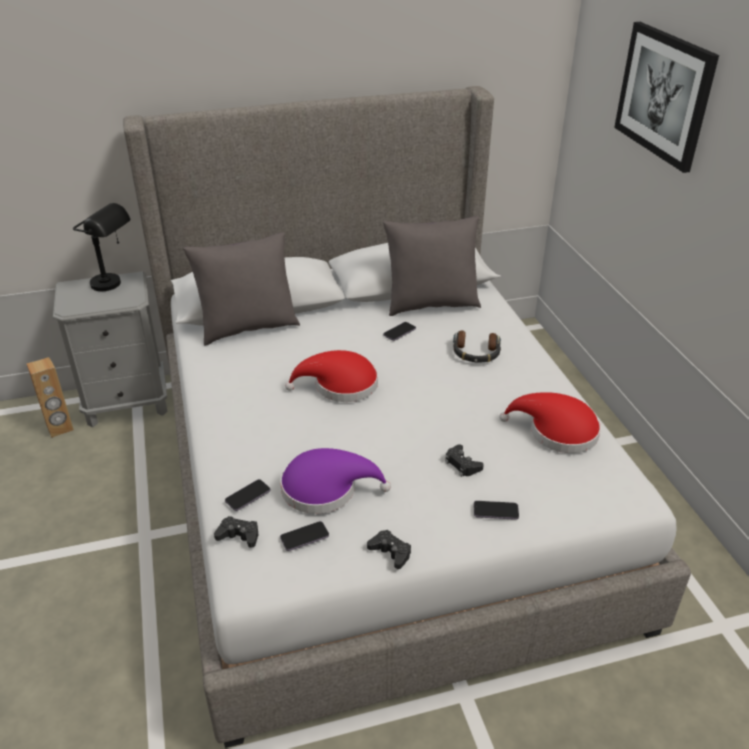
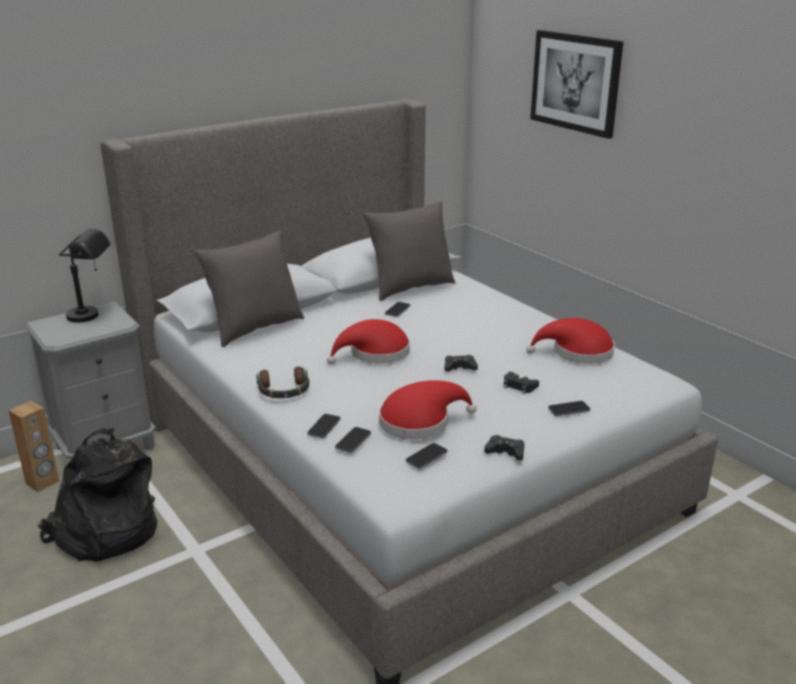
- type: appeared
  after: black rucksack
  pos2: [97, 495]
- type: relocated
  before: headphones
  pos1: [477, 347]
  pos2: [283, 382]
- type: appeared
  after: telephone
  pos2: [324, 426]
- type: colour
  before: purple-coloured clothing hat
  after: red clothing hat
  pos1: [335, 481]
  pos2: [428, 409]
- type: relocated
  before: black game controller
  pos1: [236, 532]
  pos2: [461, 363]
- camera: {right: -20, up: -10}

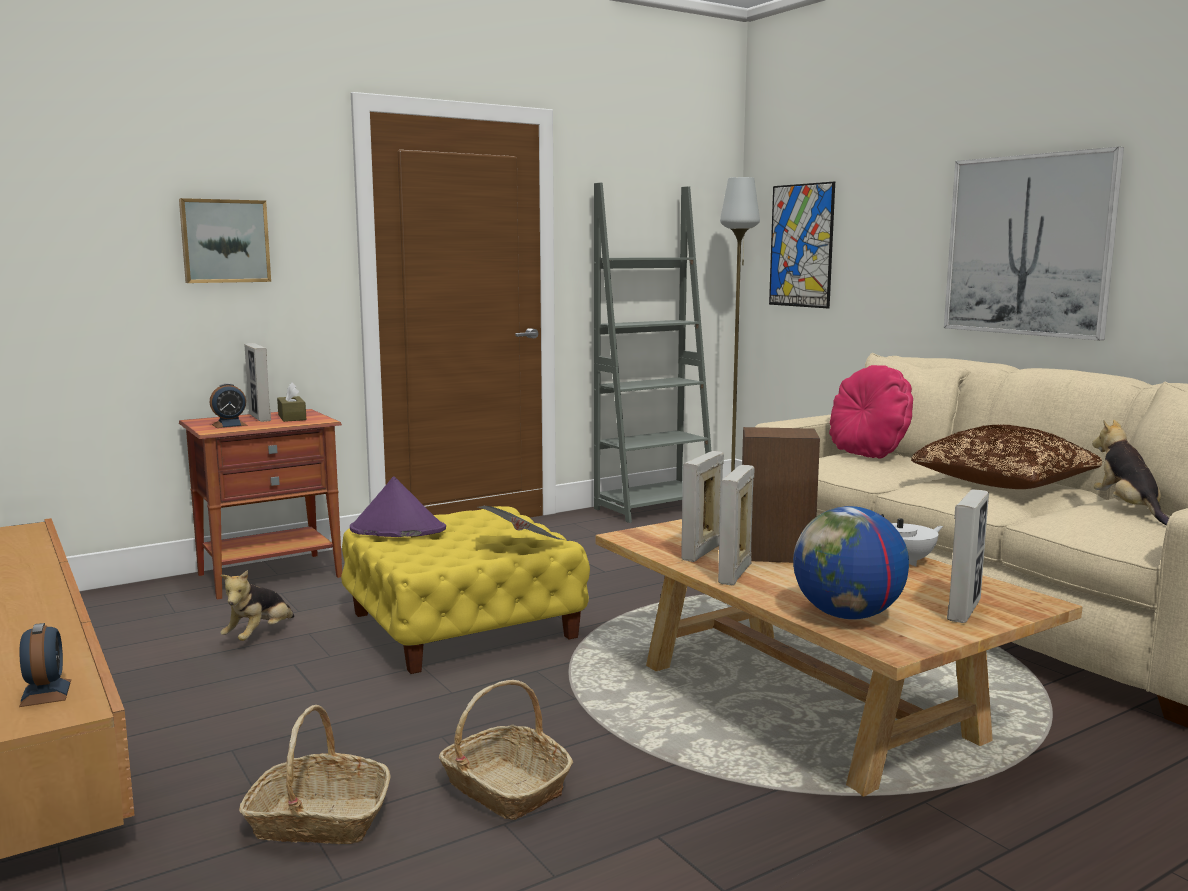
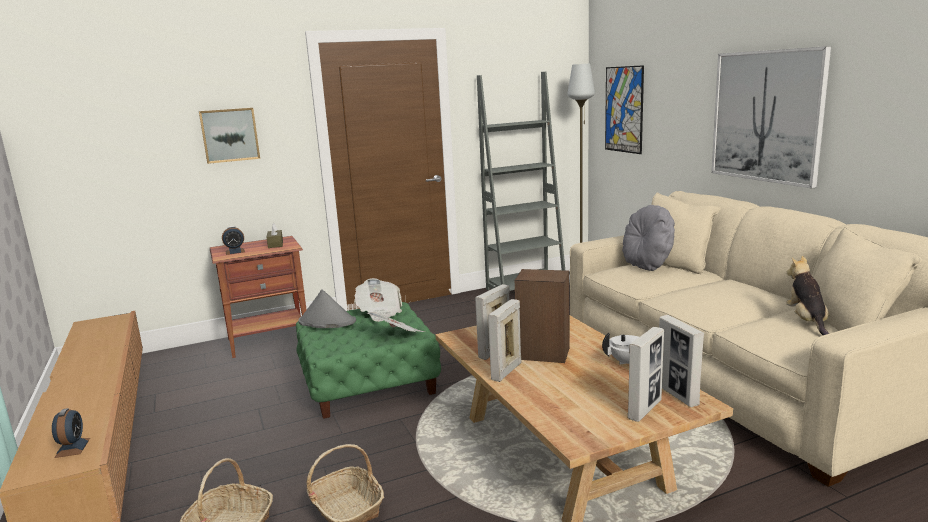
- type: colour
  before: yellowish pouffe
  after: green pouffe
  pos1: [465, 590]
  pos2: [368, 360]
- type: colour
  before: purple-coloured clothing hat
  after: gray clothing hat
  pos1: [398, 506]
  pos2: [327, 309]
- type: appeared
  after: daily paper
  pos2: [378, 300]
- type: colour
  before: pink throw pillow
  after: gray throw pillow
  pos1: [871, 412]
  pos2: [648, 238]
- type: relocated
  before: photo frame
  pos1: [258, 382]
  pos2: [681, 361]
- type: missing
  before: soft toy
  pos1: [257, 605]
- type: missing
  before: desk globe
  pos1: [851, 563]
- type: missing
  before: brownish throw pillow
  pos1: [1006, 457]
- camera: {right: 10, up: 5}

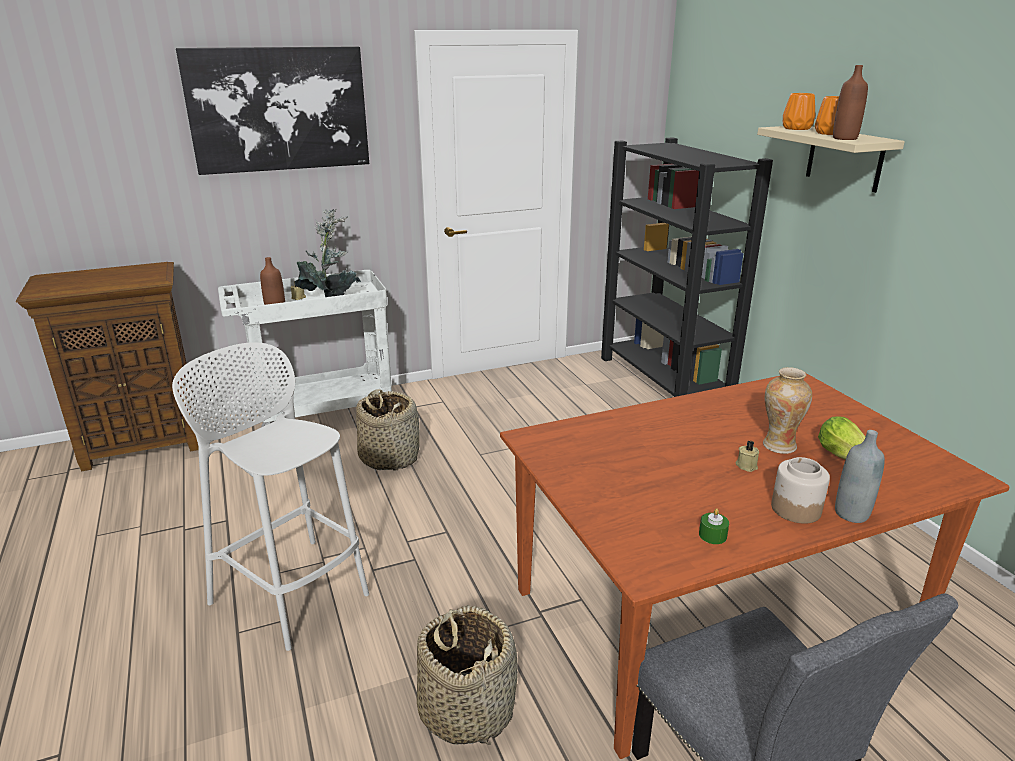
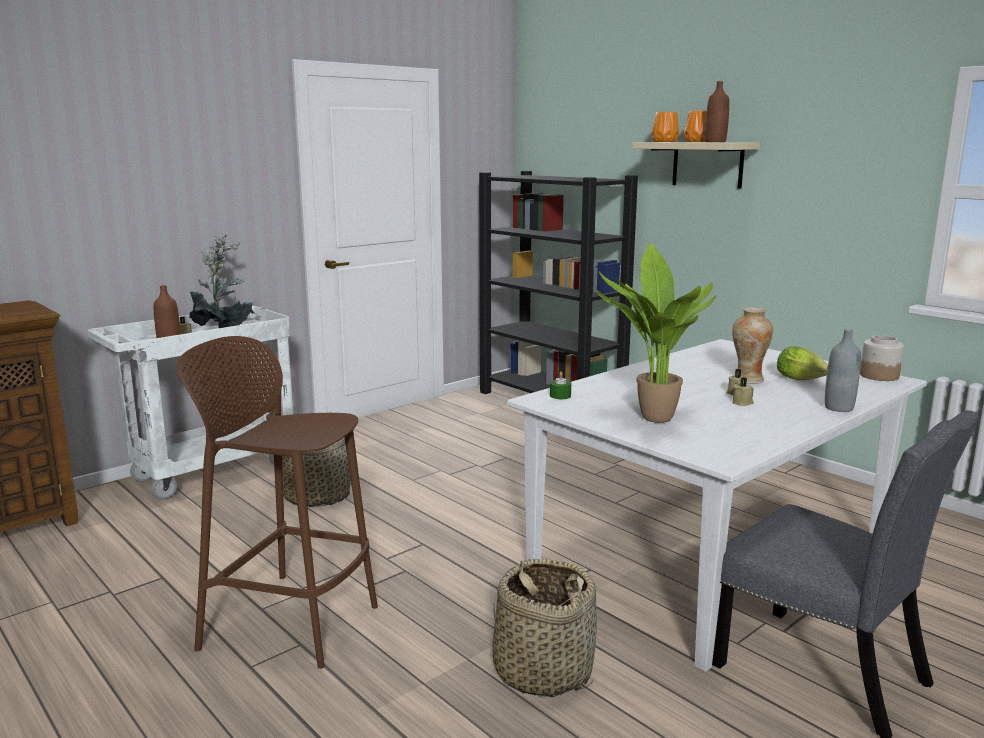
- type: colour
  before: whitish stool seat
  after: brownish stool seat
  pos1: [270, 496]
  pos2: [277, 502]
- type: colour
  before: brownish dining table
  after: whitish dining table
  pos1: [755, 566]
  pos2: [717, 505]
- type: relocated
  before: green wax light
  pos1: [714, 526]
  pos2: [560, 385]
- type: appeared
  after: houseplant
  pos2: [656, 333]
- type: appeared
  after: beige-coloured wax light
  pos2: [743, 391]
- type: relocated
  before: storage jar
  pos1: [800, 490]
  pos2: [882, 358]
- type: missing
  before: picture
  pos1: [272, 110]
- camera: {right: -20, up: -10}

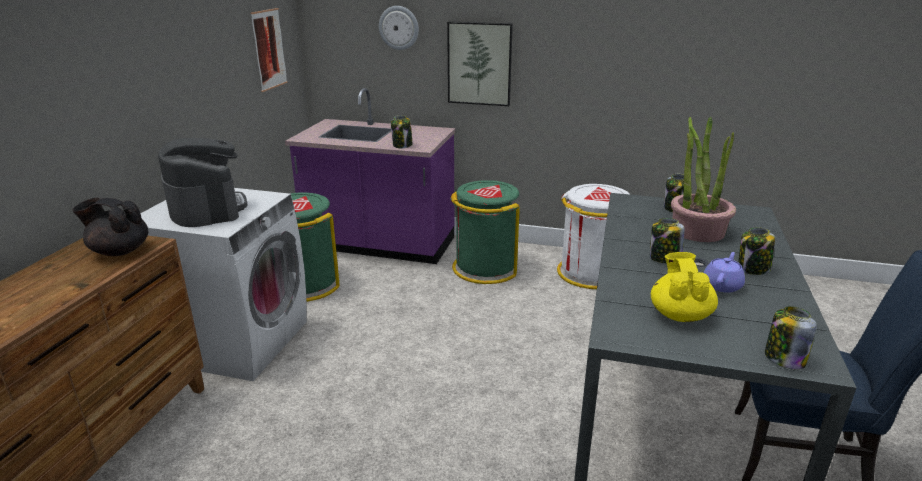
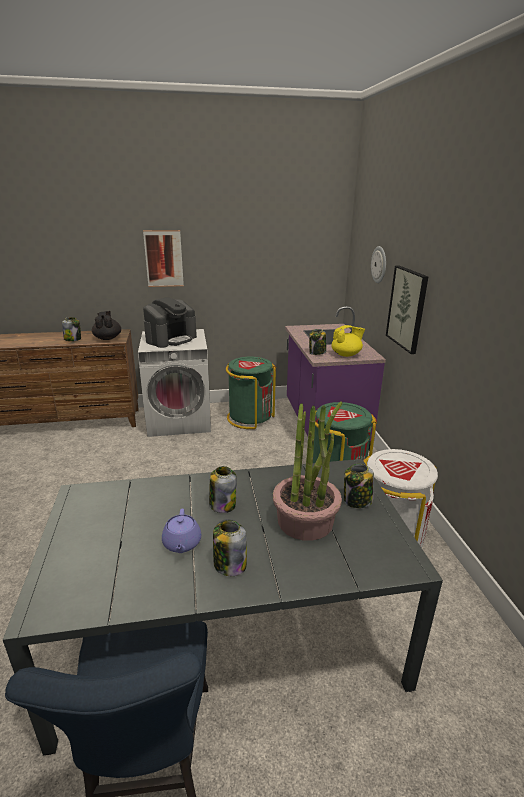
- type: relocated
  before: storage jar
  pos1: [791, 337]
  pos2: [71, 329]
- type: relocated
  before: picture
  pos1: [269, 50]
  pos2: [163, 258]
- type: spun
  before: purple-coloured teapot
  pos1: [724, 272]
  pos2: [181, 531]
  turn: 75
- type: relocated
  before: yellowish teapot
  pos1: [684, 287]
  pos2: [348, 341]
- camera: {right: 65, up: 0}

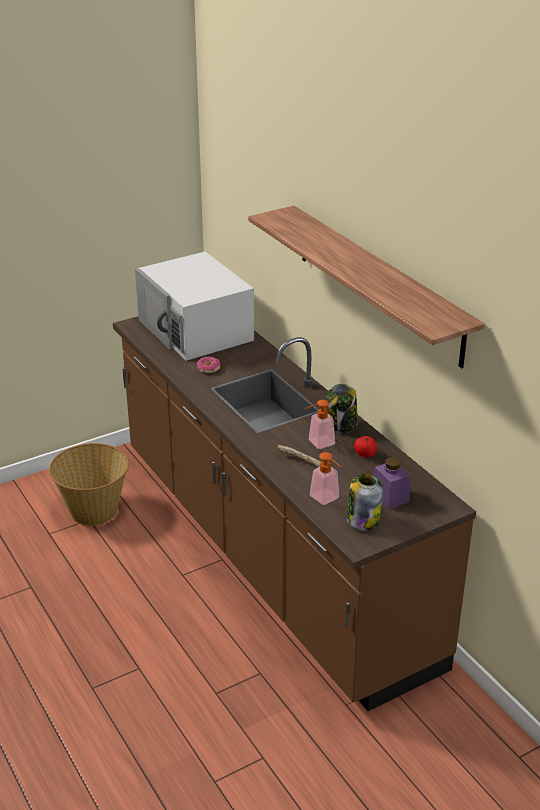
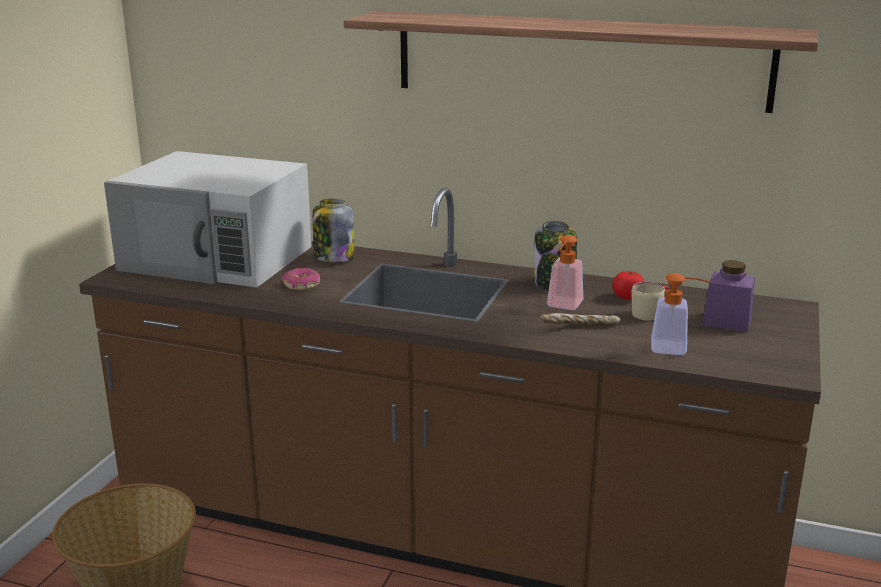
- type: relocated
  before: storage jar
  pos1: [364, 502]
  pos2: [333, 230]
- type: appeared
  after: beige-coloured tea mug
  pos2: [650, 301]
- camera: {right: -40, up: -10}

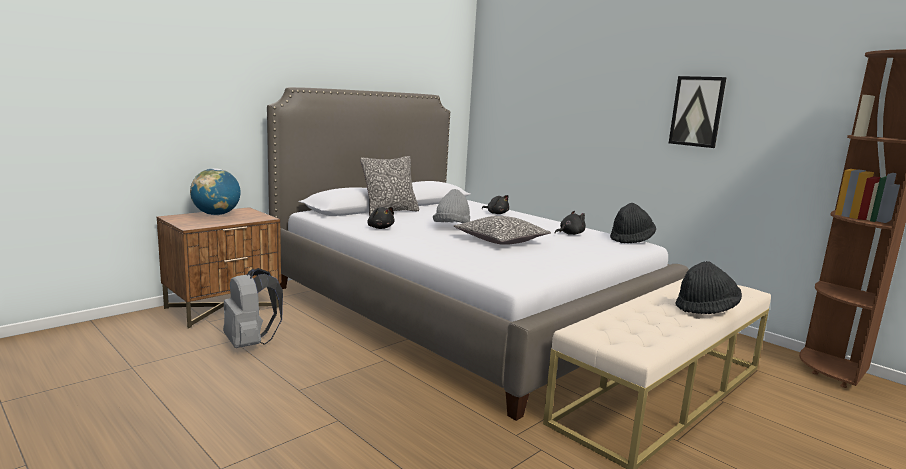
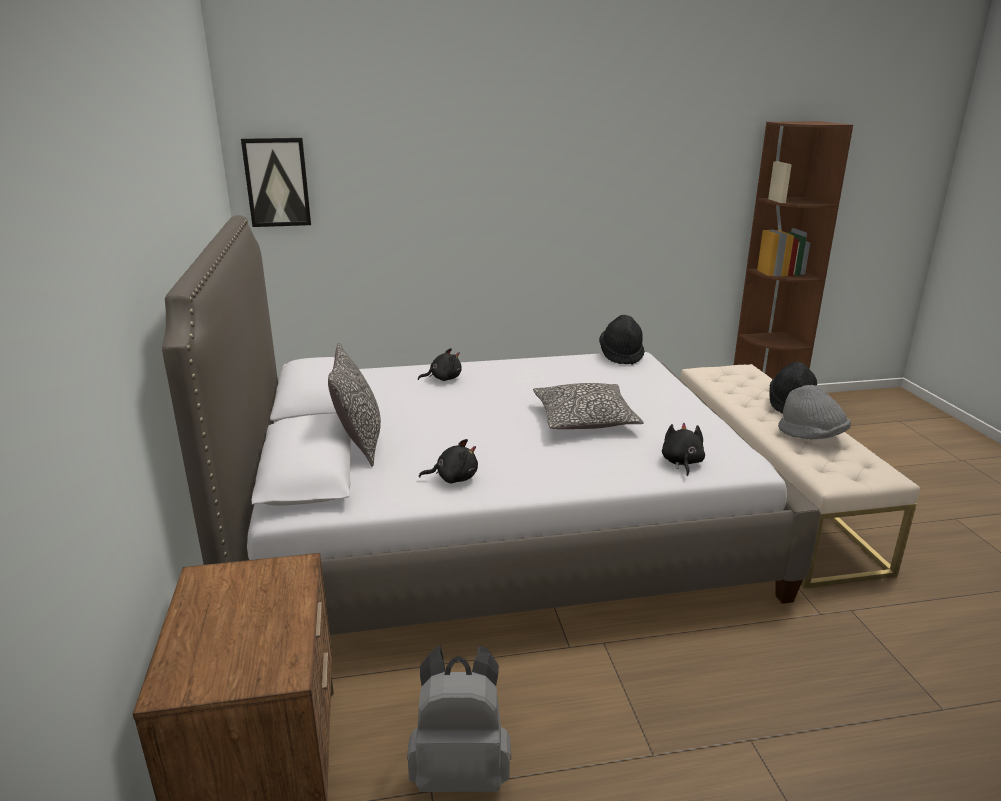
- type: relocated
  before: picture
  pos1: [698, 112]
  pos2: [276, 182]
- type: relocated
  before: black soft toy
  pos1: [570, 223]
  pos2: [683, 449]
- type: relocated
  before: gray clothing hat
  pos1: [451, 206]
  pos2: [814, 412]
- type: missing
  before: desk globe
  pos1: [215, 191]
- camera: {right: -55, up: 10}

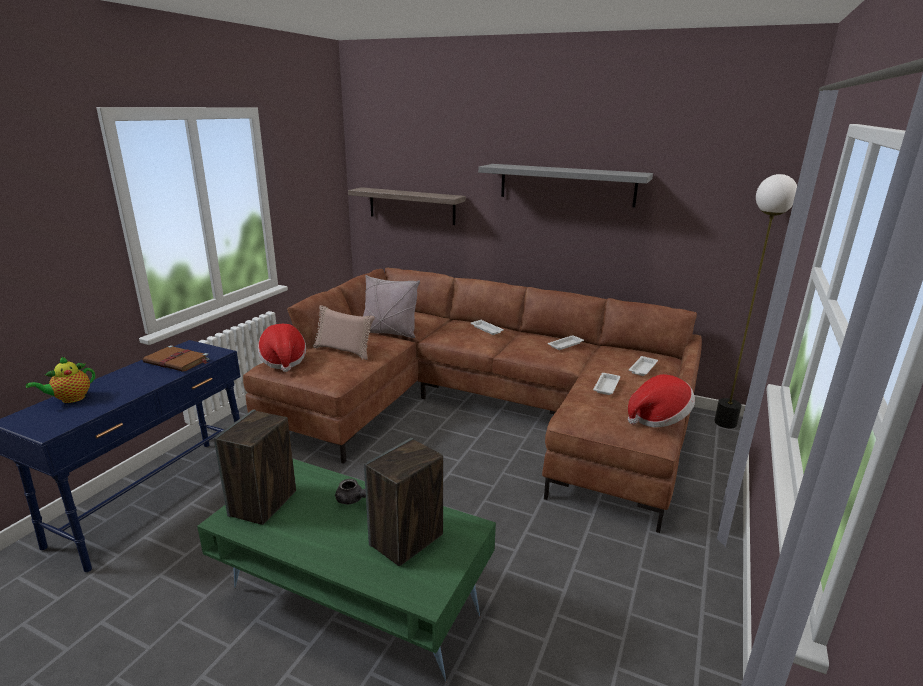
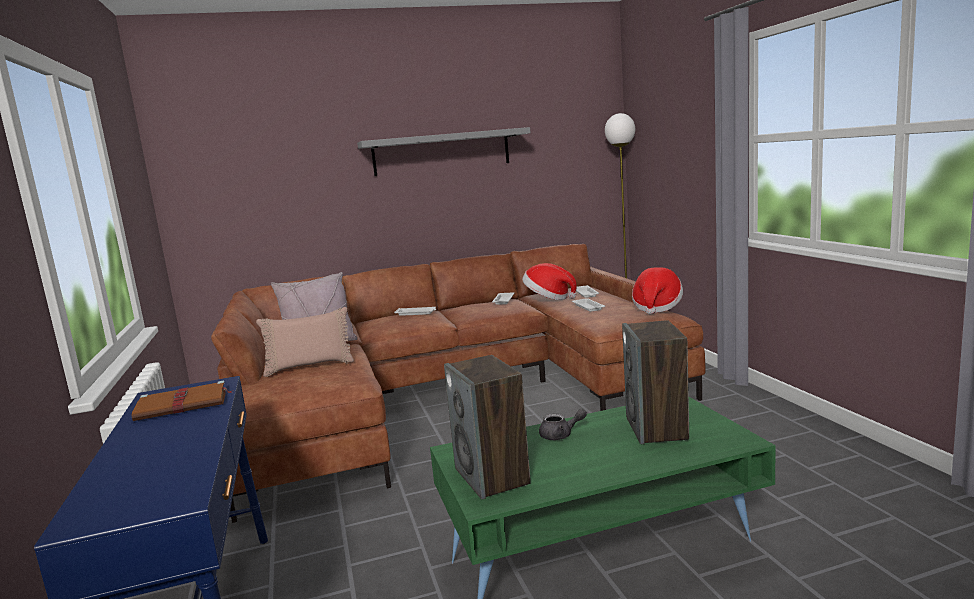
- type: relocated
  before: clothing hat
  pos1: [282, 348]
  pos2: [549, 281]
- type: missing
  before: teapot
  pos1: [60, 379]
- type: missing
  before: bracket shelf
  pos1: [407, 206]
- camera: {right: -40, up: -10}

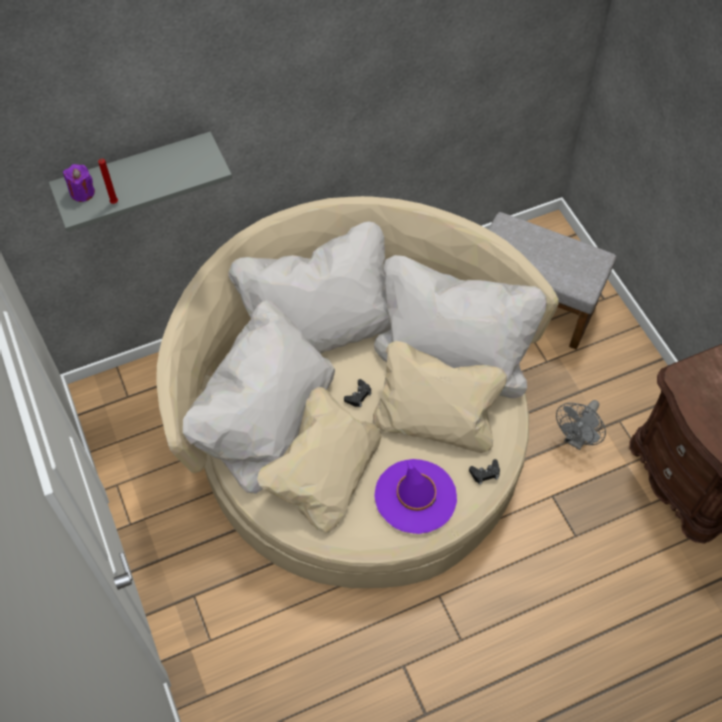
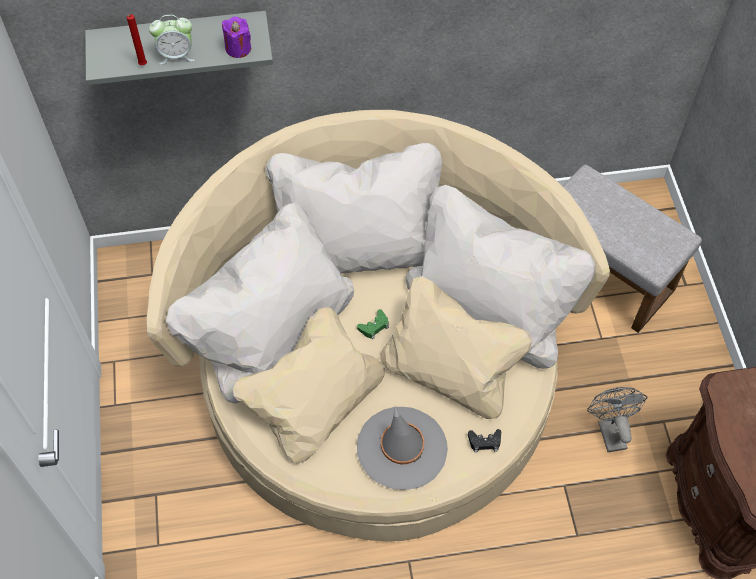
- type: appeared
  after: bedside clock
  pos2: [172, 40]
- type: relocated
  before: purple-coloured wax light
  pos1: [79, 183]
  pos2: [236, 37]
- type: colour
  before: black game controller
  after: green game controller
  pos1: [358, 393]
  pos2: [373, 324]
- type: colour
  before: purple-coloured clothing hat
  after: gray clothing hat
  pos1: [415, 496]
  pos2: [402, 448]
- type: spun
  before: gray fan
  pos1: [581, 425]
  pos2: [617, 419]
  turn: 120
- camera: {right: 15, up: 0}

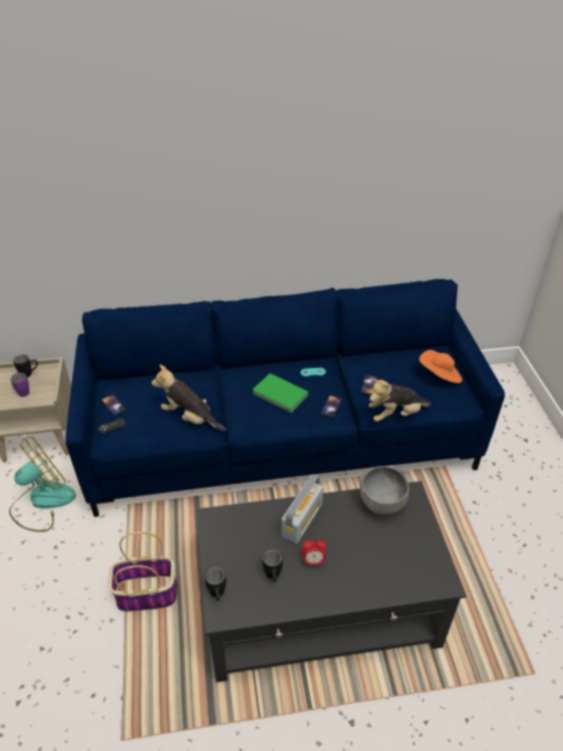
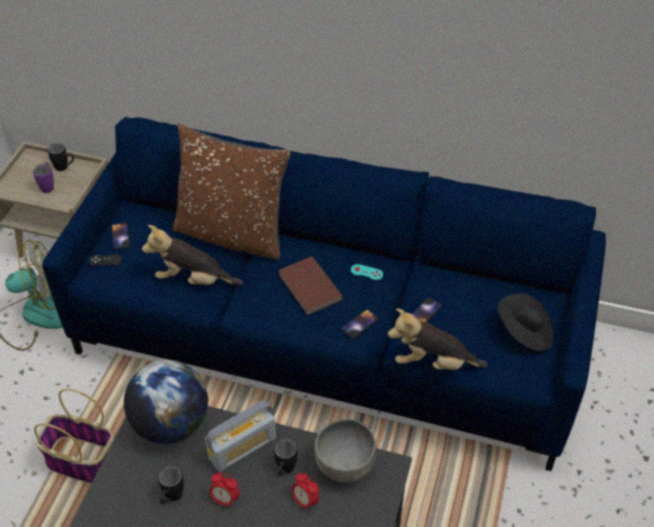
- type: appeared
  after: desk globe
  pos2: [166, 402]
- type: spun
  before: soft toy
  pos1: [189, 398]
  pos2: [192, 255]
  turn: -45
- type: appeared
  after: brownish throw pillow
  pos2: [232, 191]
- type: relocated
  before: black tea mug
  pos1: [215, 584]
  pos2: [286, 457]
- type: colour
  before: green book
  after: brownish book
  pos1: [280, 393]
  pos2: [310, 285]
- type: appeared
  after: bedside clock
  pos2: [305, 492]
- type: colour
  before: orange-coloured clothing hat
  after: black clothing hat
  pos1: [440, 366]
  pos2: [525, 322]
- camera: {right: 25, up: 5}

